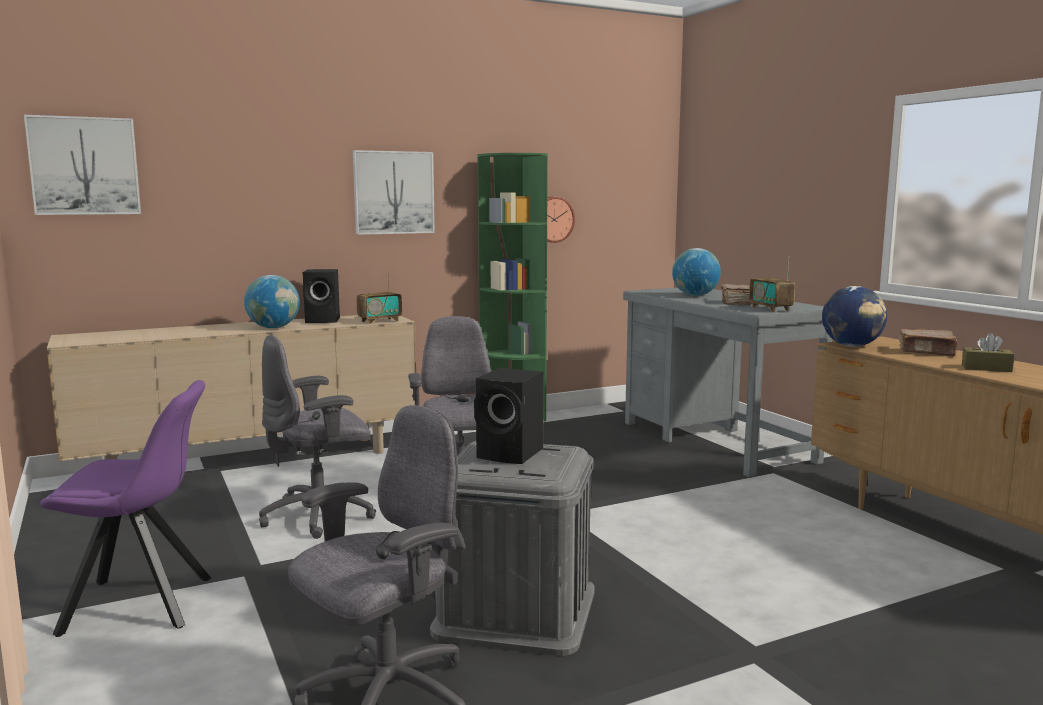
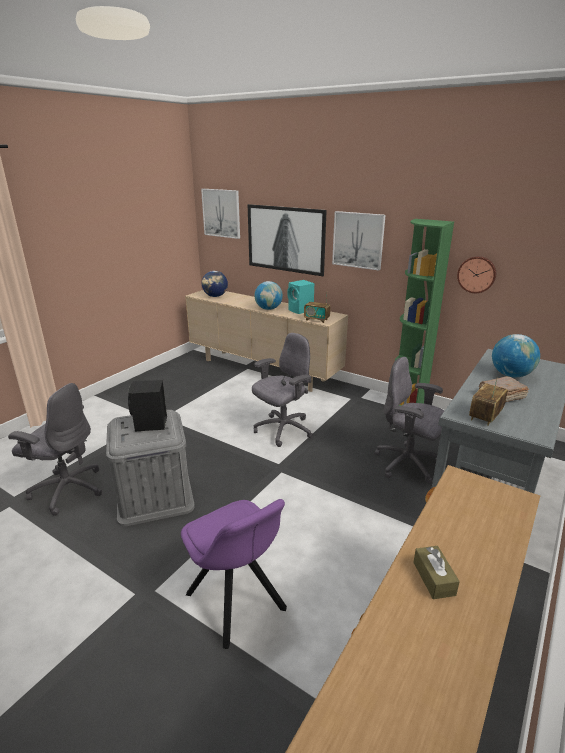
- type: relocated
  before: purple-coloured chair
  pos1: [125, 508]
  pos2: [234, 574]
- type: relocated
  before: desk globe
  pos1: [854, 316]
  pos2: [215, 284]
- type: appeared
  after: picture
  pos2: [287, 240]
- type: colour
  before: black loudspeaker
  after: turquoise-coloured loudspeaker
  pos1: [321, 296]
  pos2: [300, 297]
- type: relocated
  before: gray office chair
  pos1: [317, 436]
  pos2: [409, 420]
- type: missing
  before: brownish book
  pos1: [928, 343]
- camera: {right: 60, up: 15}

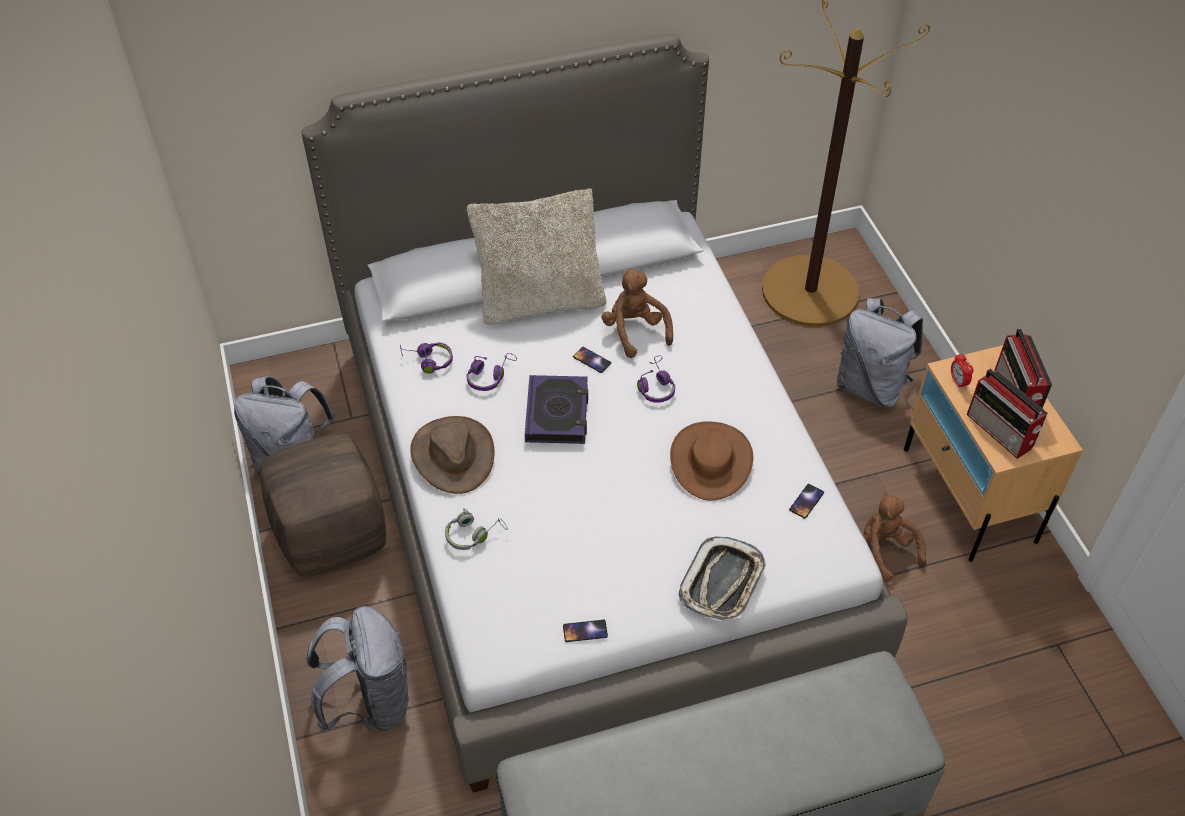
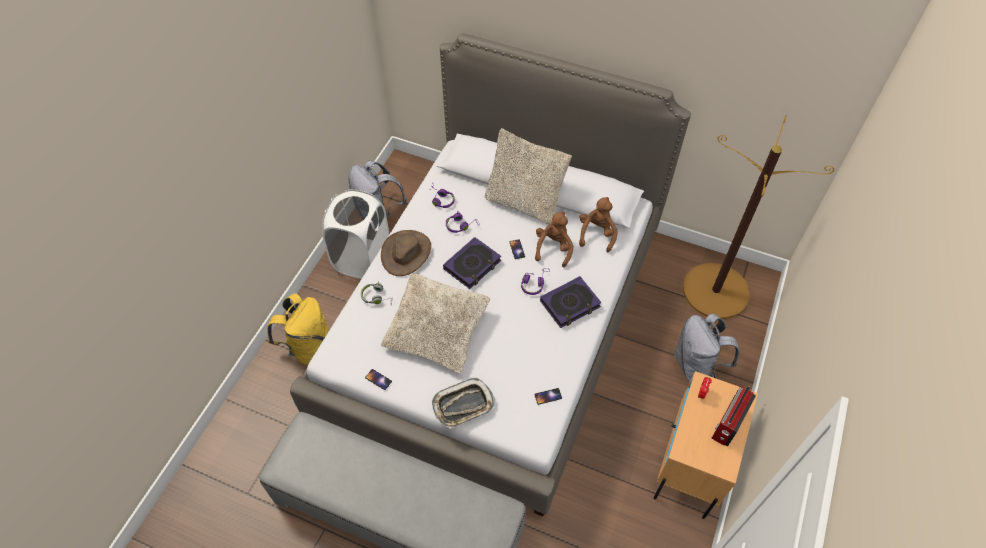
- type: colour
  before: gray rucksack
  after: yellowish rucksack
  pos1: [358, 669]
  pos2: [298, 329]
- type: exchanged
  before: brownish pouffe
  after: whitish laundry basket
  pos1: [323, 505]
  pos2: [355, 234]
- type: appeared
  after: beige-coloured throw pillow
  pos2: [435, 324]
- type: appeared
  after: book
  pos2: [571, 302]
- type: relocated
  before: brownish soft toy
  pos1: [894, 537]
  pos2: [598, 224]
- type: missing
  before: brownish clothing hat
  pos1: [711, 461]
- type: missing
  before: radio
  pos1: [1007, 413]
- camera: {right: 40, up: 5}

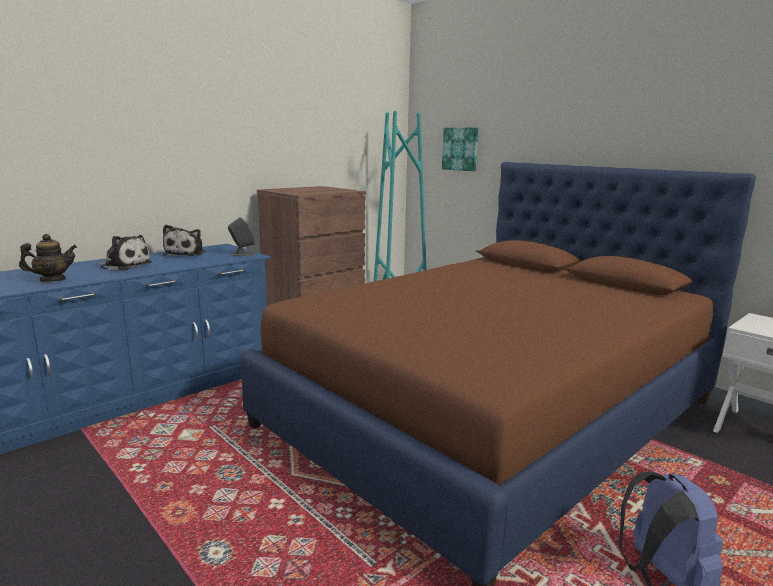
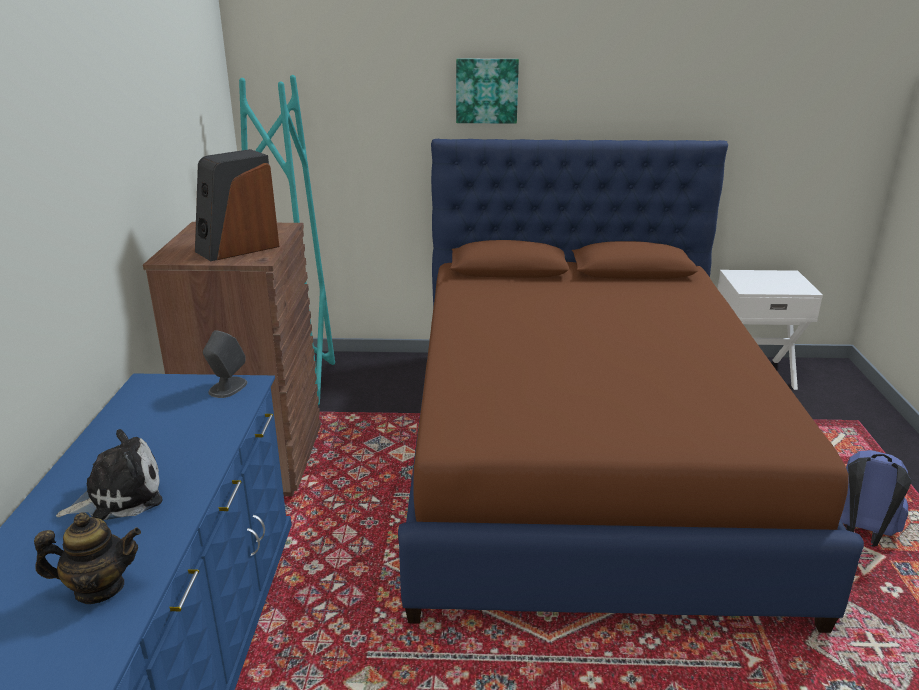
- type: spun
  before: teapot
  pos1: [48, 258]
  pos2: [87, 558]
  turn: 60
- type: appeared
  after: loudspeaker
  pos2: [237, 205]
- type: relocated
  before: picture
  pos1: [460, 149]
  pos2: [487, 91]
- type: missing
  before: soft toy
  pos1: [184, 240]
- camera: {right: -45, up: 10}

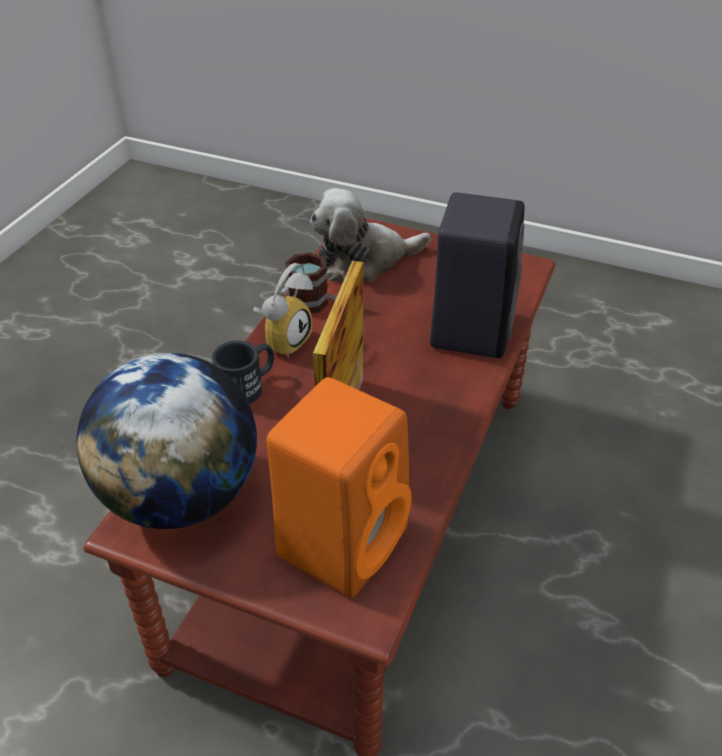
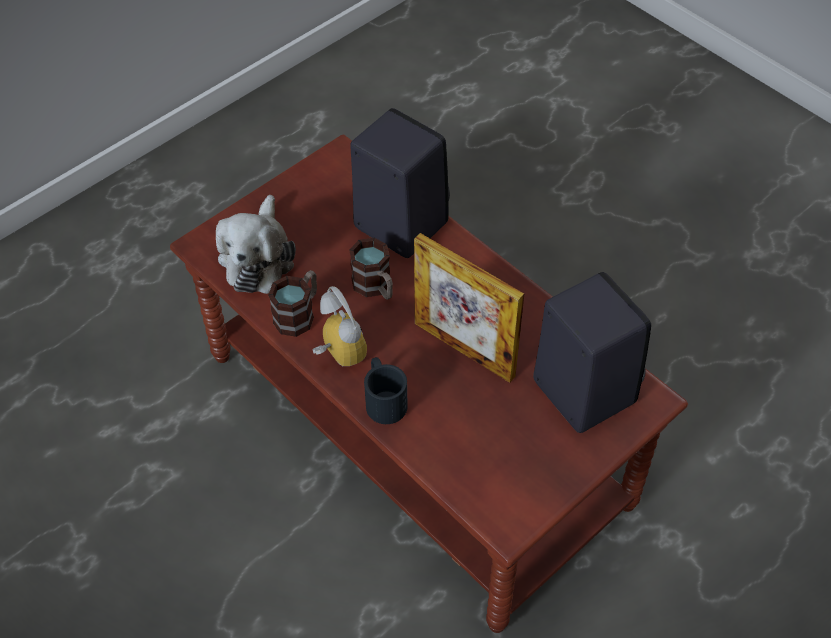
- type: appeared
  after: tea mug
  pos2: [371, 269]
- type: colour
  before: orange-coloured loudspeaker
  after: black loudspeaker
  pos1: [339, 487]
  pos2: [592, 352]
- type: missing
  before: desk globe
  pos1: [167, 441]
- camera: {right: -65, up: 10}

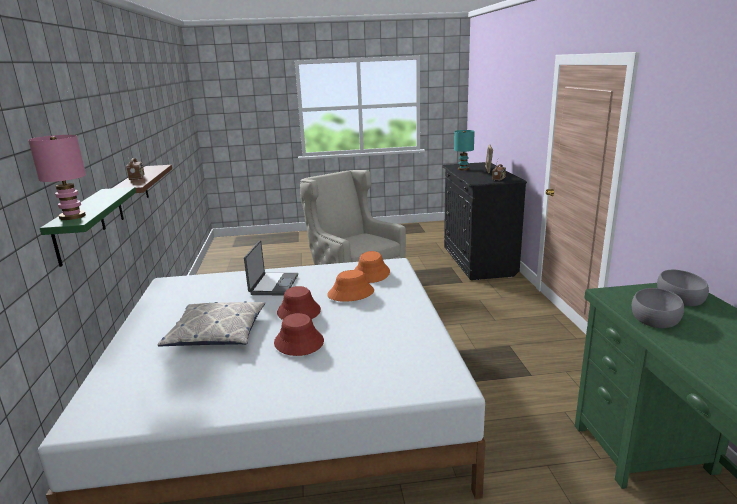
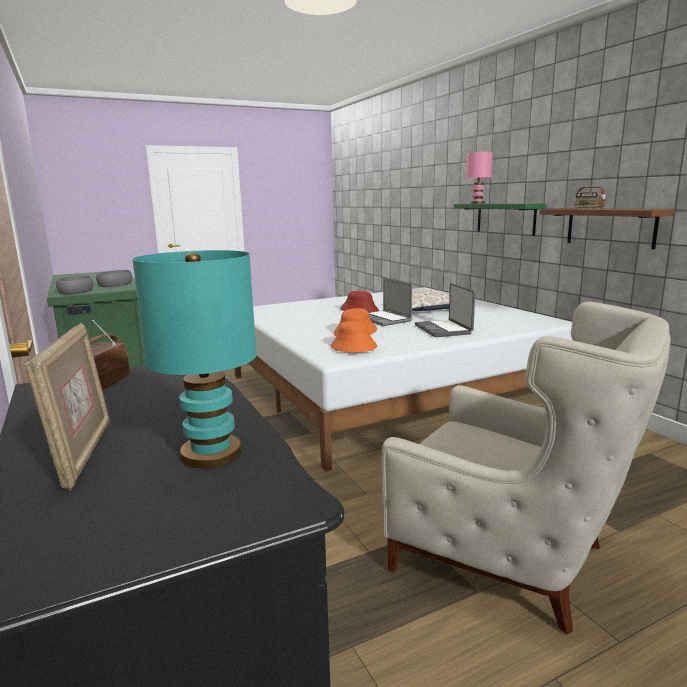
- type: exchanged
  before: red clothing hat
  after: notebook computer
  pos1: [299, 303]
  pos2: [390, 302]
- camera: {right: 160, up: -5}

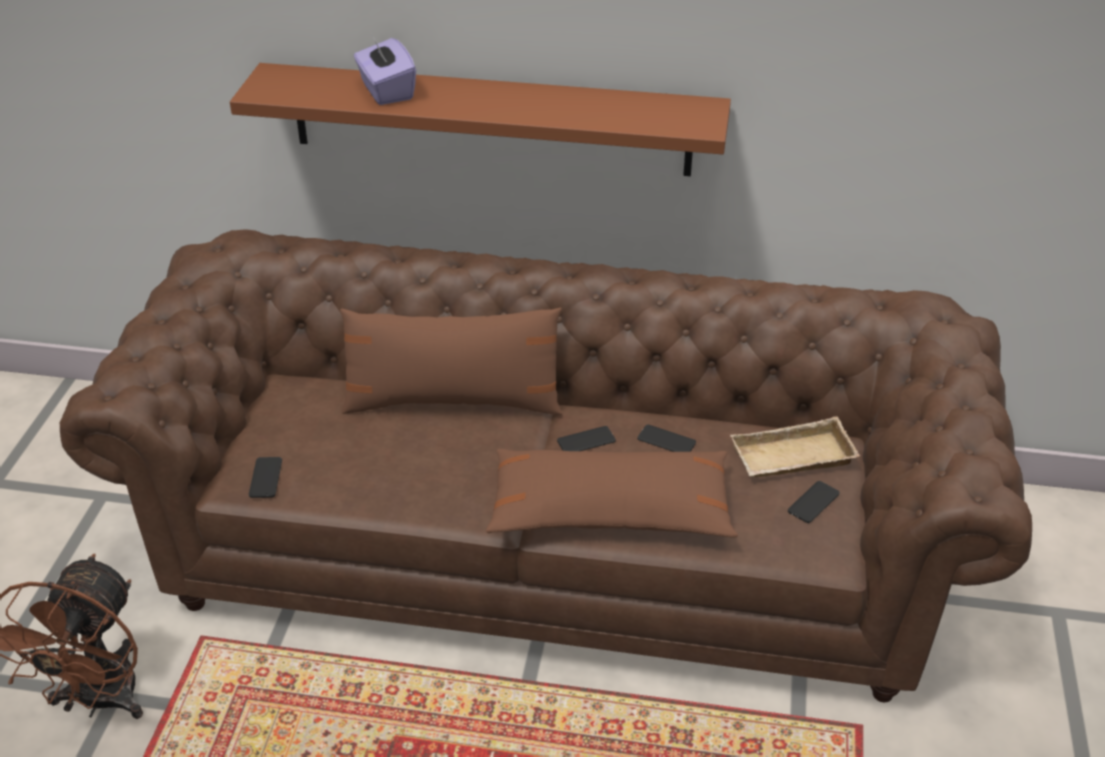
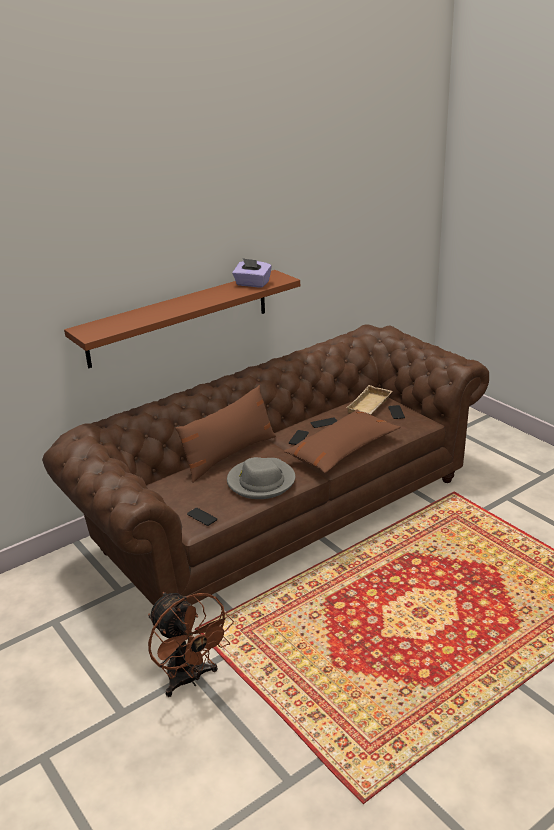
- type: appeared
  after: gray clothing hat
  pos2: [261, 478]
- type: relocated
  before: purple-coloured tissue holder
  pos1: [385, 71]
  pos2: [252, 273]
- camera: {right: -45, up: -10}

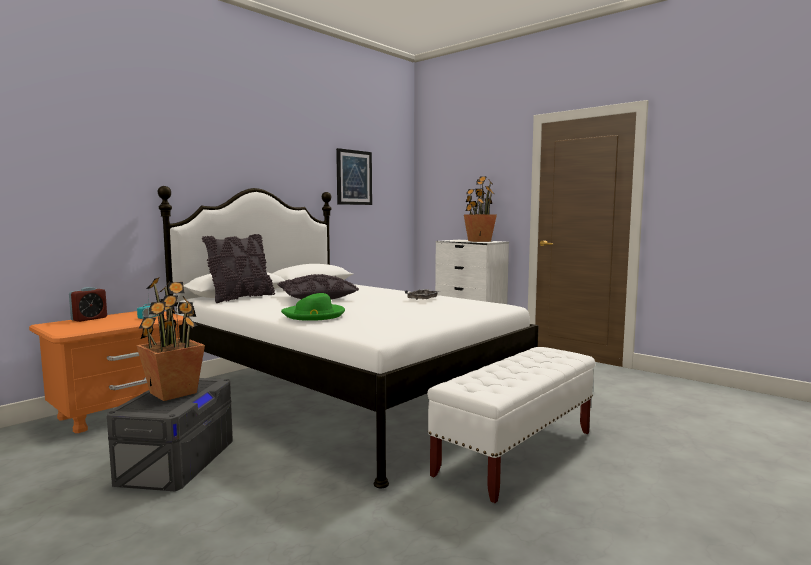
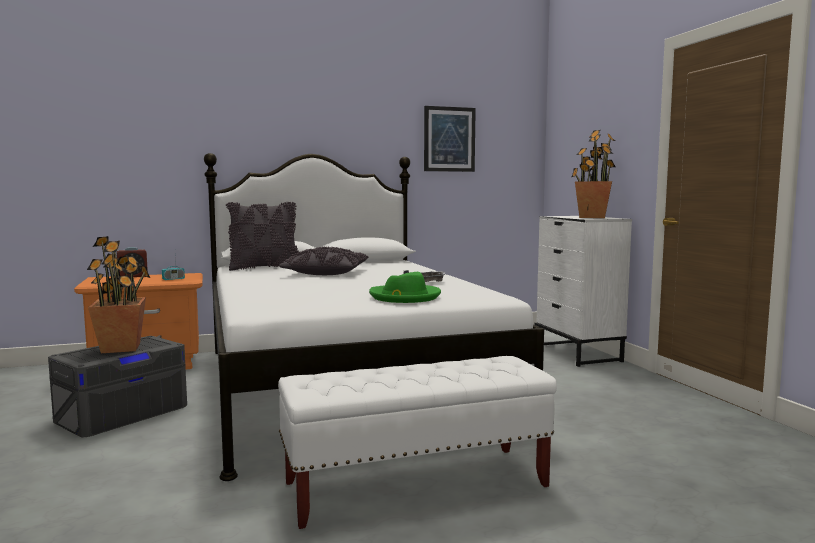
- type: relocated
  before: green clothing hat
  pos1: [313, 307]
  pos2: [405, 287]
- camera: {right: 30, up: 0}

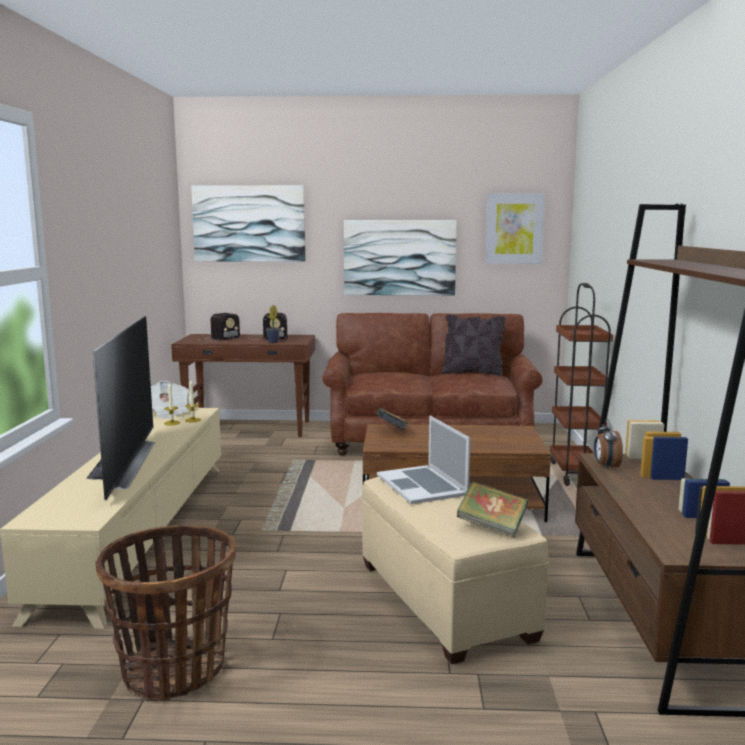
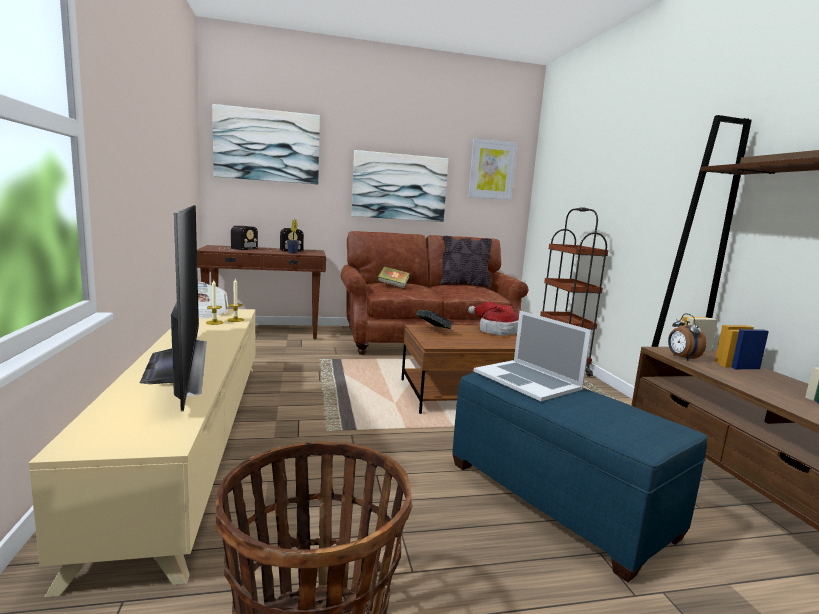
- type: relocated
  before: book
  pos1: [492, 509]
  pos2: [393, 277]
- type: colour
  before: beige-coloured pouffe
  after: bluish pouffe
  pos1: [455, 570]
  pos2: [580, 477]
- type: appeared
  after: clothing hat
  pos2: [493, 319]
- camera: {right: -15, up: 0}

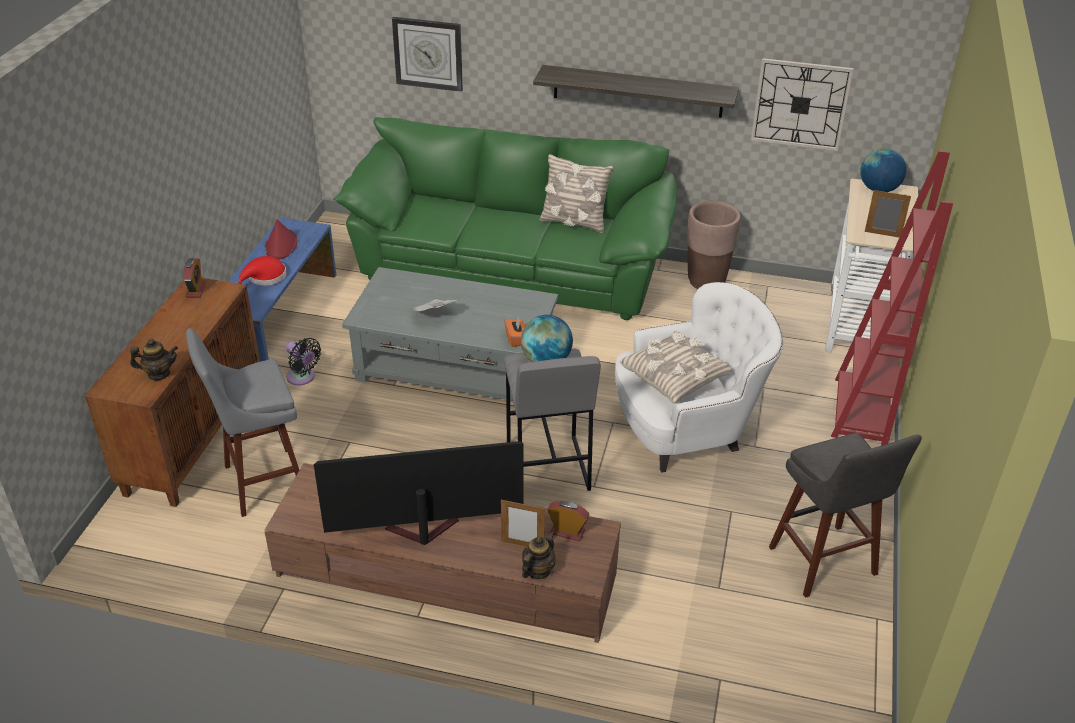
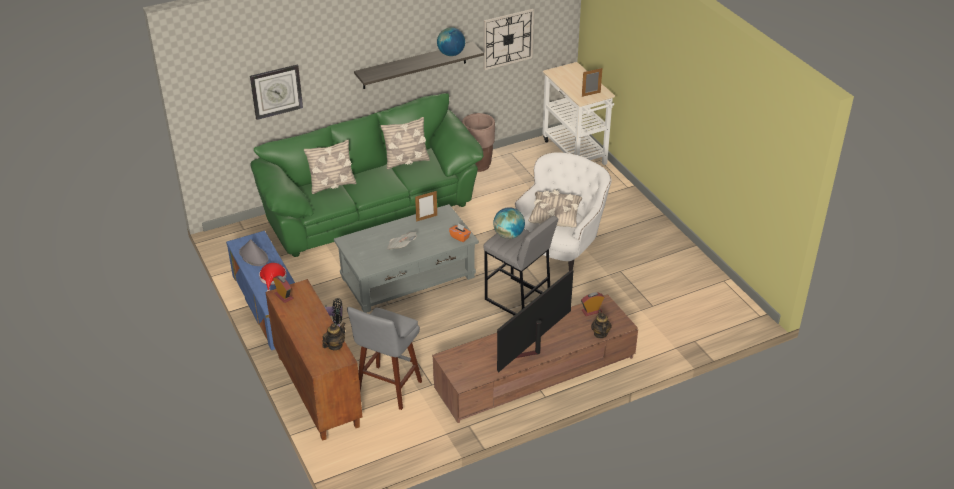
- type: colour
  before: red clothing hat
  after: gray clothing hat
  pos1: [281, 239]
  pos2: [254, 252]
- type: appeared
  after: beige-coloured throw pillow
  pos2: [330, 167]
- type: relocated
  before: photo frame
  pos1: [523, 523]
  pos2: [426, 206]
- type: relocated
  before: desk globe
  pos1: [883, 170]
  pos2: [451, 41]
- type: missing
  before: gray stool seat
  pos1: [845, 515]
- type: missing
  before: red bookshelf
  pos1: [892, 298]
- camera: {right: -40, up: 0}

